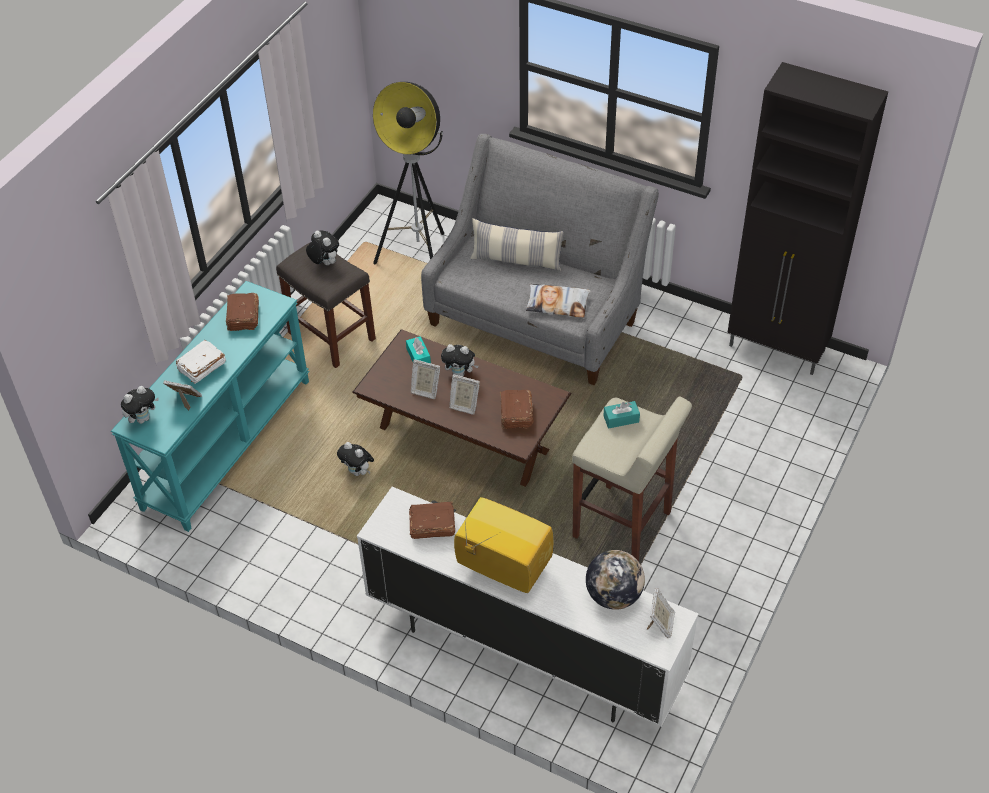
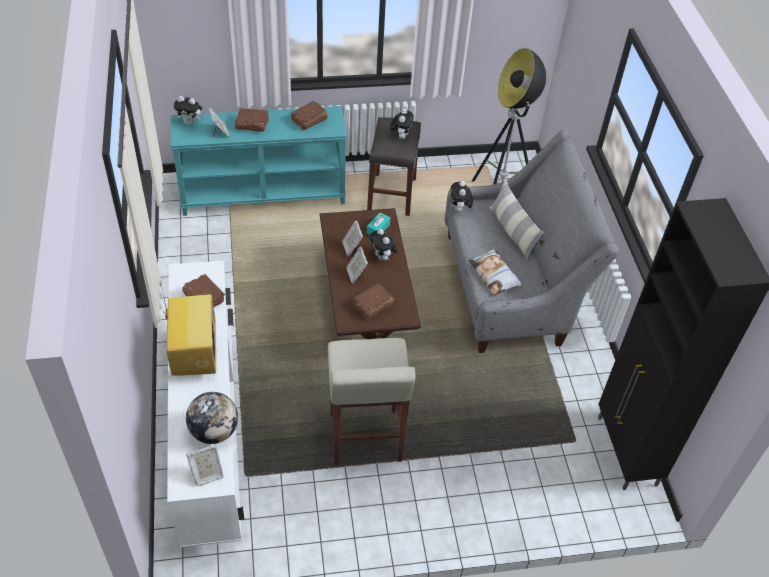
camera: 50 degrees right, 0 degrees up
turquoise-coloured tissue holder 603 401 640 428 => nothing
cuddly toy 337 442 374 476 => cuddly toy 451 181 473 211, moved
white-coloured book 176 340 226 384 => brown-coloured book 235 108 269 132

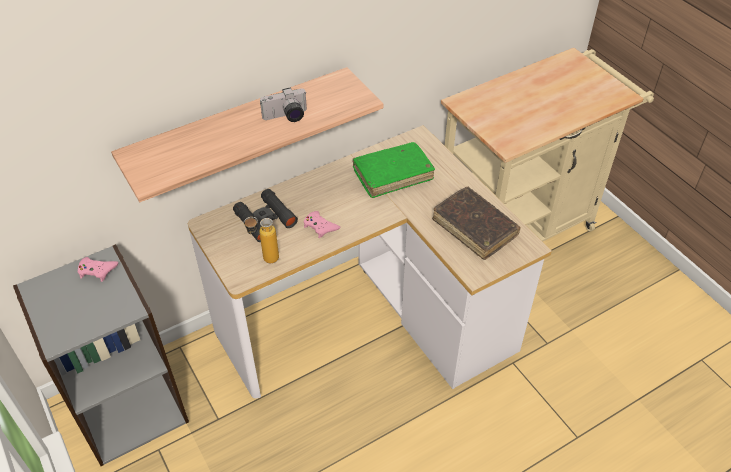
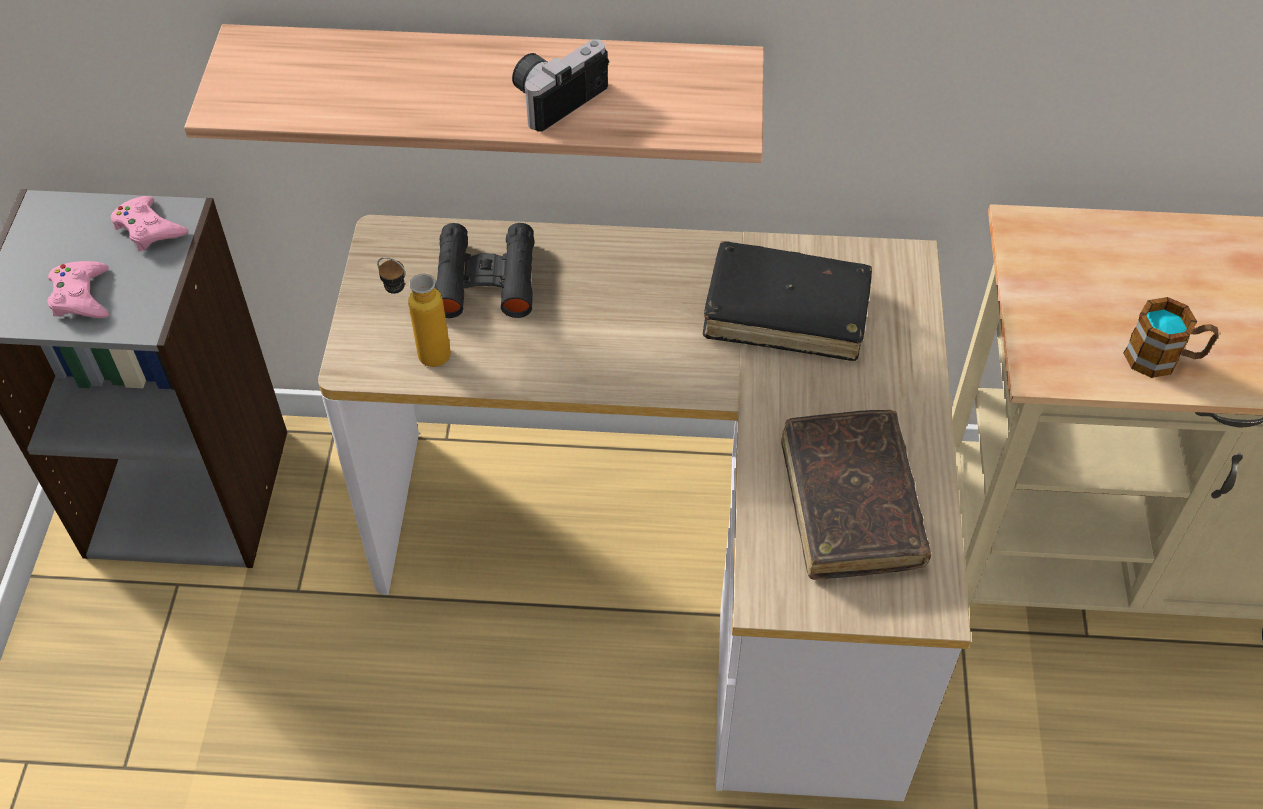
camera: 35 degrees right, 5 degrees up
nothing => tea mug 1123 297 1218 378
pinkish game controller 304 211 340 238 => pinkish game controller 47 261 109 318, moved
green book 353 142 435 198 => black book 703 241 872 361
photo camera 260 87 307 122 => photo camera 512 39 609 132, 120 degrees clockwise

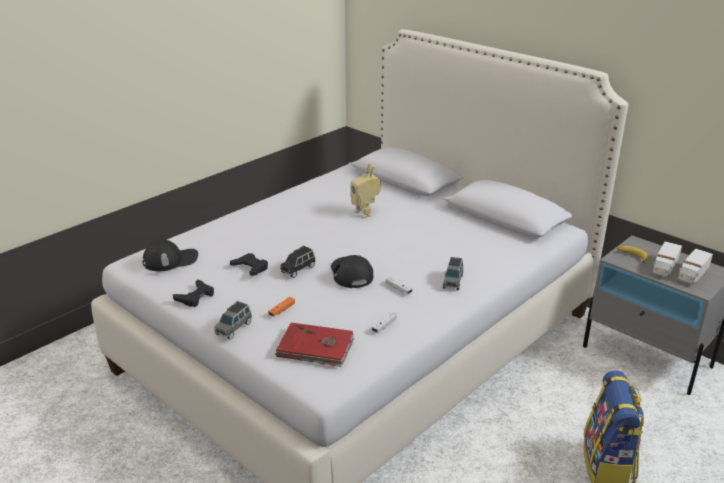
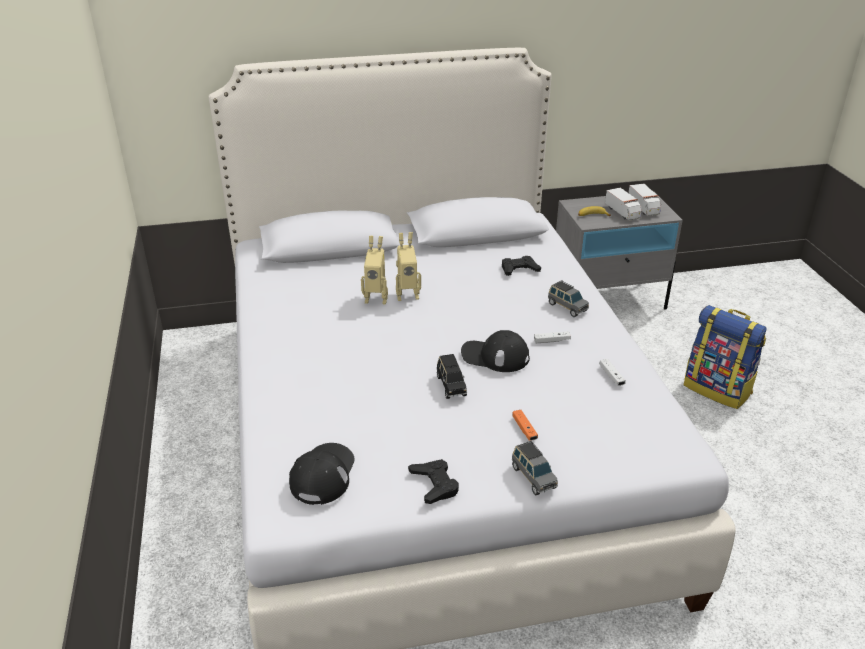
camera: 55 degrees left, 5 degrees up
reddish book 275 323 354 367 => nothing
nothing => robot figure 396 232 421 301
black game controller 230 253 268 276 => black game controller 502 256 541 276, moved

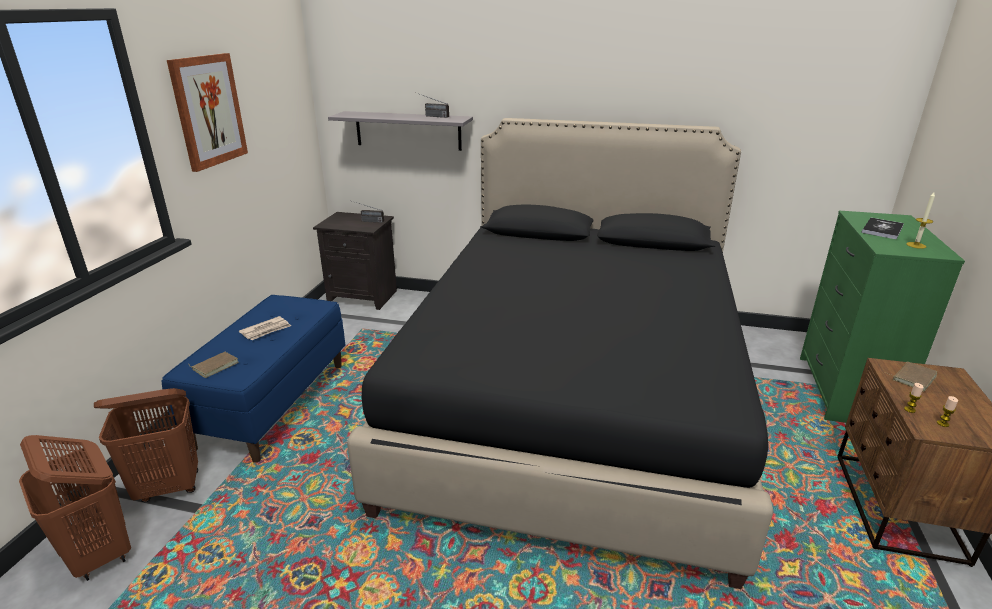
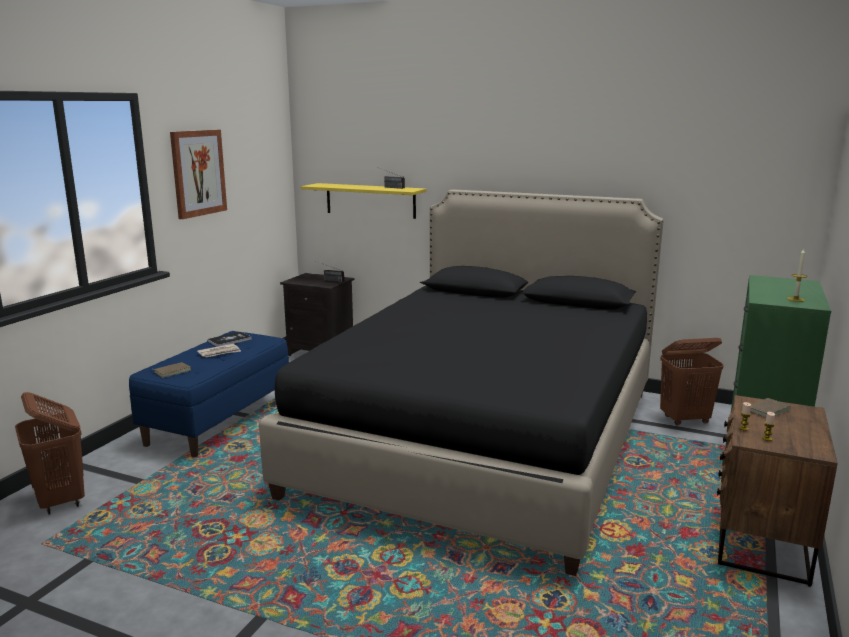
camera: 10 degrees right, 10 degrees down
brown-coloured washing basket 94 388 198 502 => brown-coloured washing basket 660 338 724 425, moved
book 862 218 904 239 => book 207 332 252 347, moved
grey bracket shelf 328 111 473 151 => yellow-coloured bracket shelf 301 183 426 219

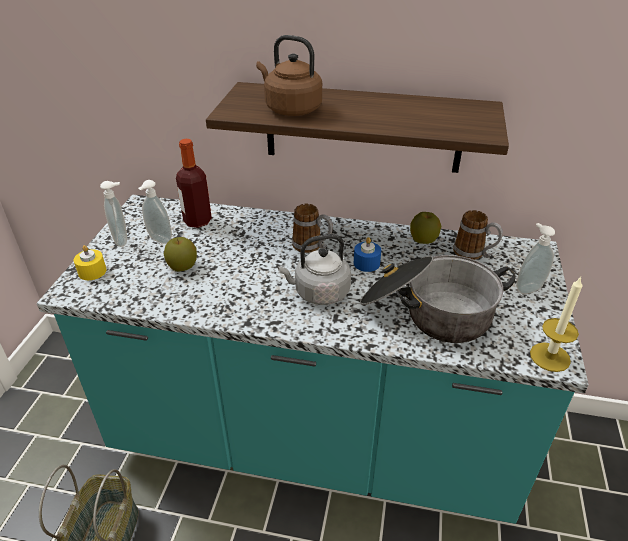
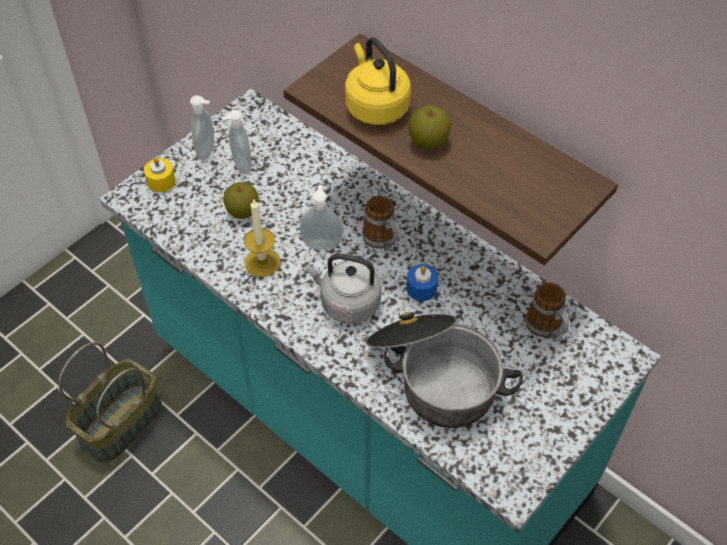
camera: 30 degrees right, 15 degrees up
beverage bottle 176 139 212 228 => nothing
apple 410 212 441 244 => apple 409 105 451 150, moved
liquid soap bottle 516 223 555 294 => liquid soap bottle 300 185 343 250, moved
candle 530 277 582 372 => candle 244 198 280 277, moved
brown-coloured kettle 256 35 322 116 => yellow-coloured kettle 345 37 411 125

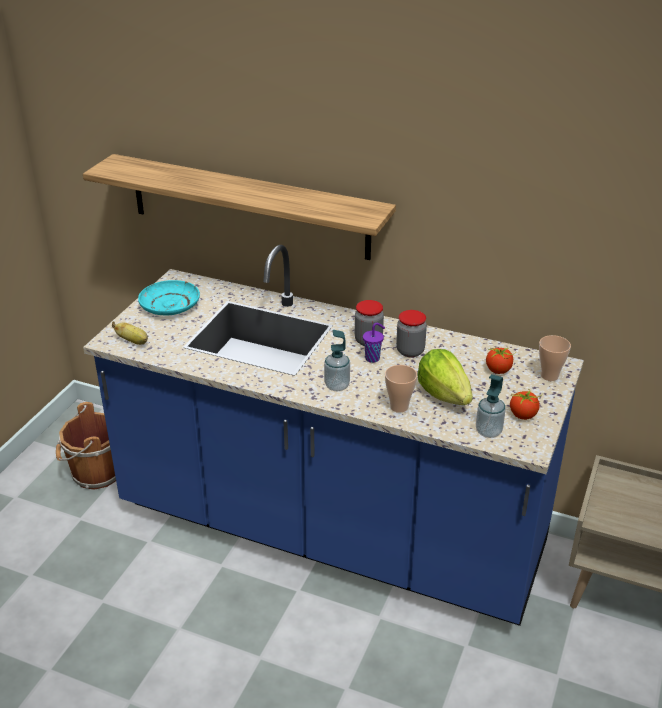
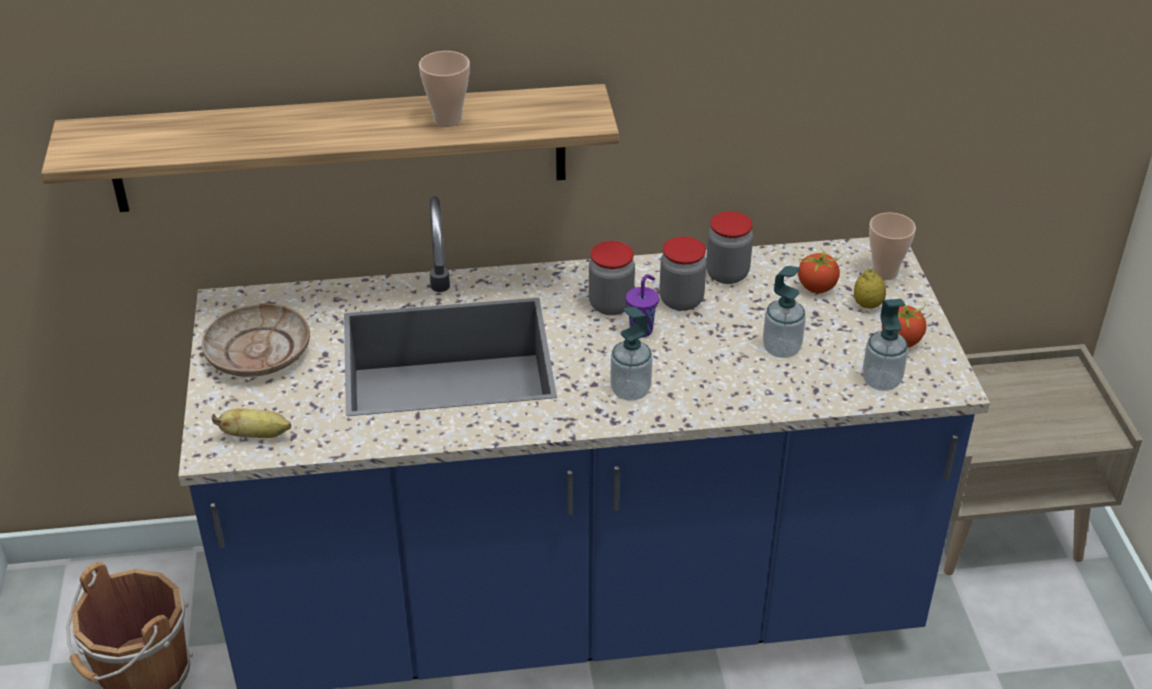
camera: 30 degrees left, 5 degrees up
nothing => jar 706 211 753 284
nothing => whole lemon 854 269 886 309
small cup 385 365 417 413 => small cup 419 51 470 127, moved
lettuce 417 349 473 405 => liquid soap bottle 763 266 806 358
turquoise-coloured dinner plate 138 280 200 316 => beige dinner plate 202 303 310 377

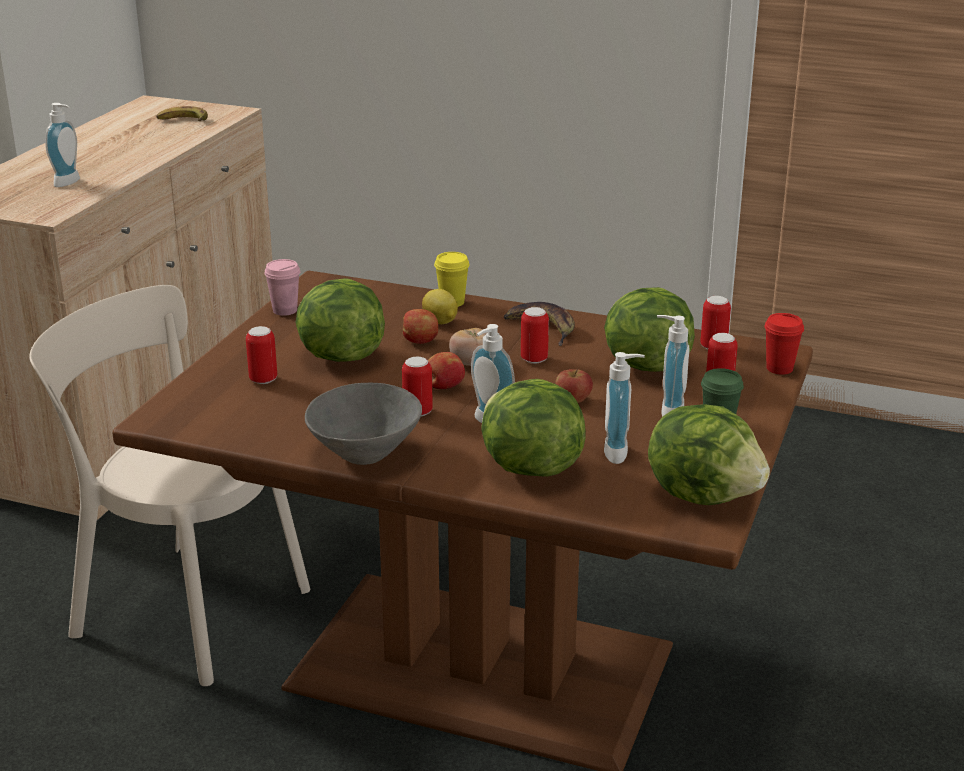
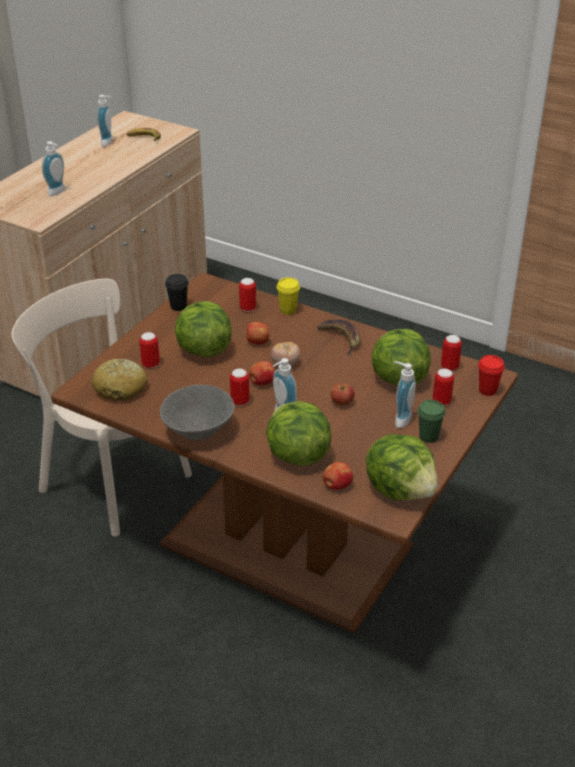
camera: 10 degrees right, 10 degrees up
whole lemon 422 289 458 324 => nothing
nothing => bakery bread 92 359 147 401
nothing => apple 323 462 353 490
metal can 521 307 549 364 => metal can 239 278 256 312, moved
liquid soap bottle 604 352 645 464 => liquid soap bottle 97 95 113 147, moved
pinkish small cup 264 259 300 316 => black small cup 165 274 189 311

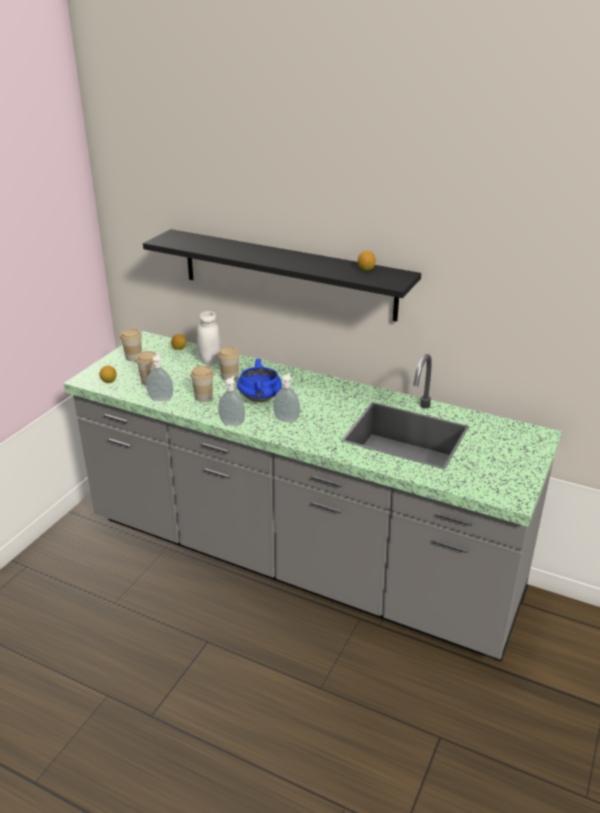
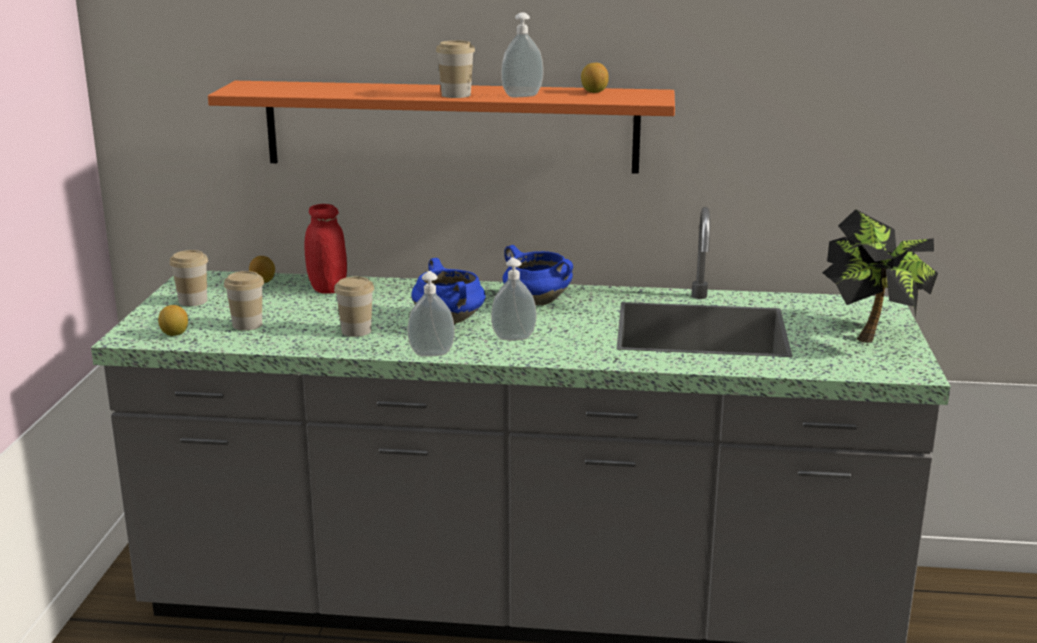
camera: 20 degrees left, 10 degrees down
nothing => blue cooking pot 503 245 573 305
nothing => houseplant 822 209 938 343
liquid soap bottle 146 354 173 401 => liquid soap bottle 501 12 544 97, moved
small cup 217 347 240 381 => small cup 436 40 475 98, moved
black bracket shelf 143 229 421 322 => orange bracket shelf 208 81 675 174
white-coloured jar 197 311 221 365 => reddish jar 304 204 347 294

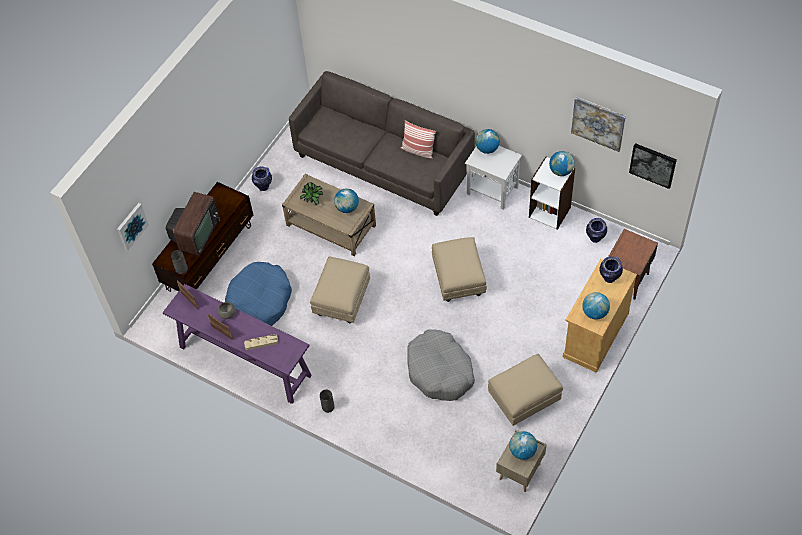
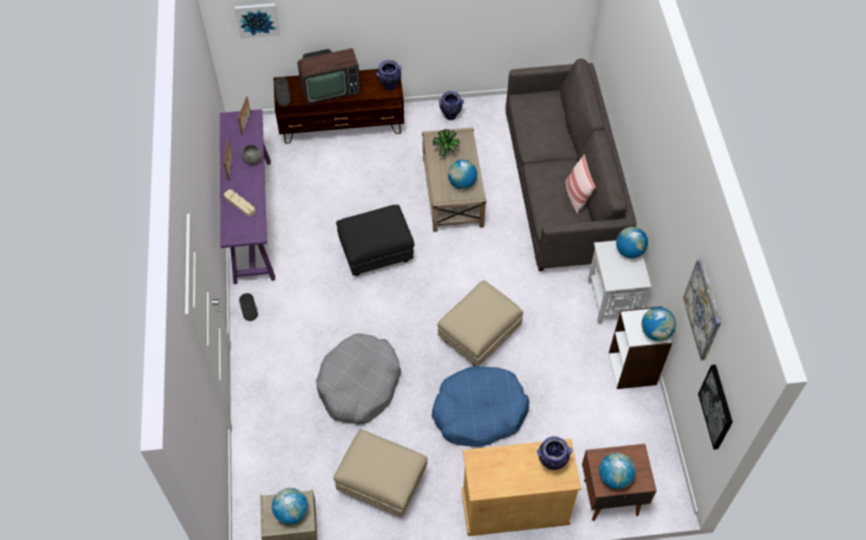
camera: 50 degrees right, 0 degrees up
blue dog bed 225 262 292 326 => blue dog bed 432 366 530 447, moved
globe 582 292 610 320 => globe 599 453 636 489, moved
decorative vase 586 218 607 243 => decorative vase 376 60 402 90, moved
beige ottoman 310 256 370 323 => black ottoman 336 205 414 276

